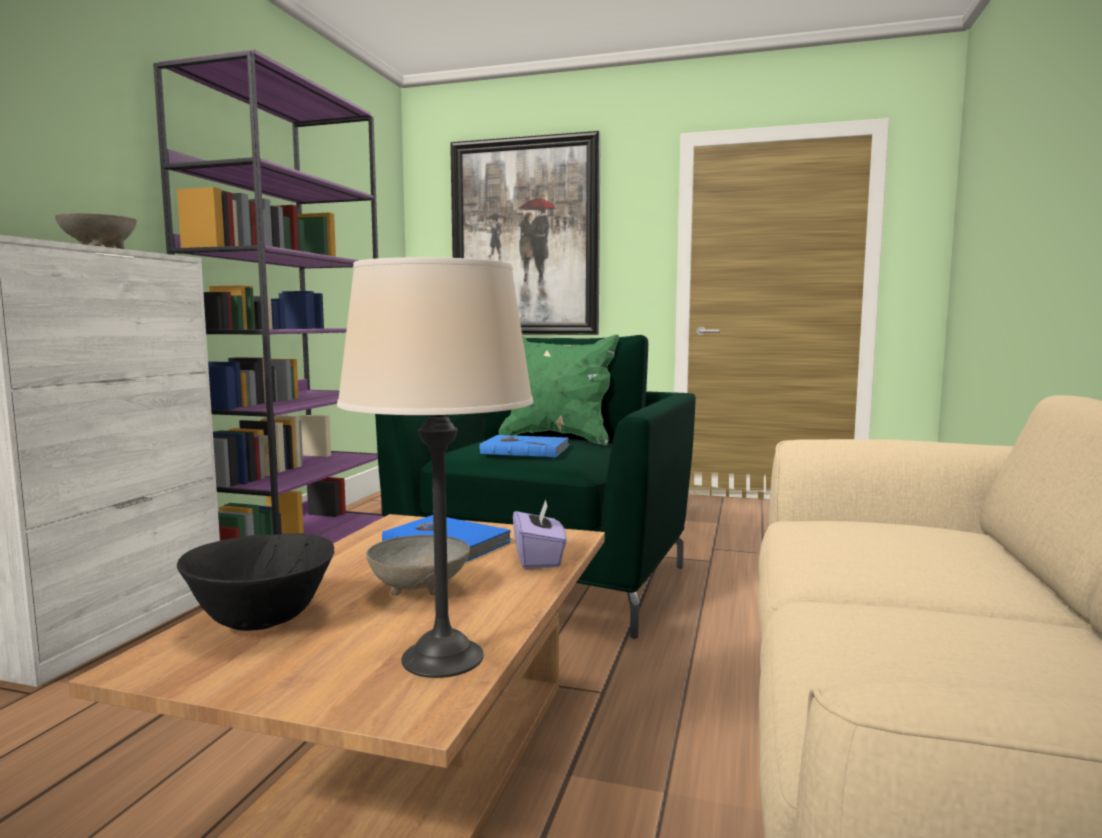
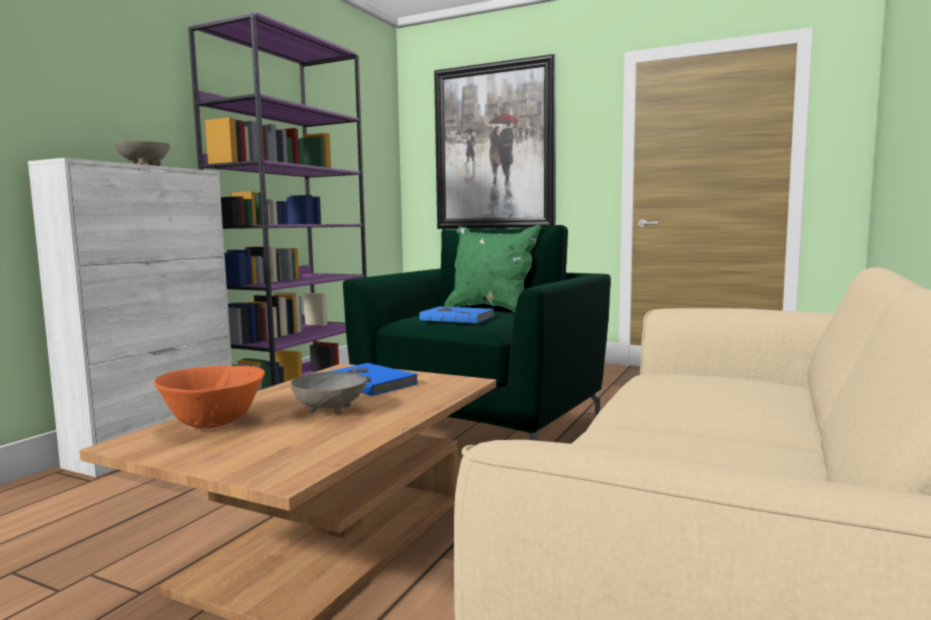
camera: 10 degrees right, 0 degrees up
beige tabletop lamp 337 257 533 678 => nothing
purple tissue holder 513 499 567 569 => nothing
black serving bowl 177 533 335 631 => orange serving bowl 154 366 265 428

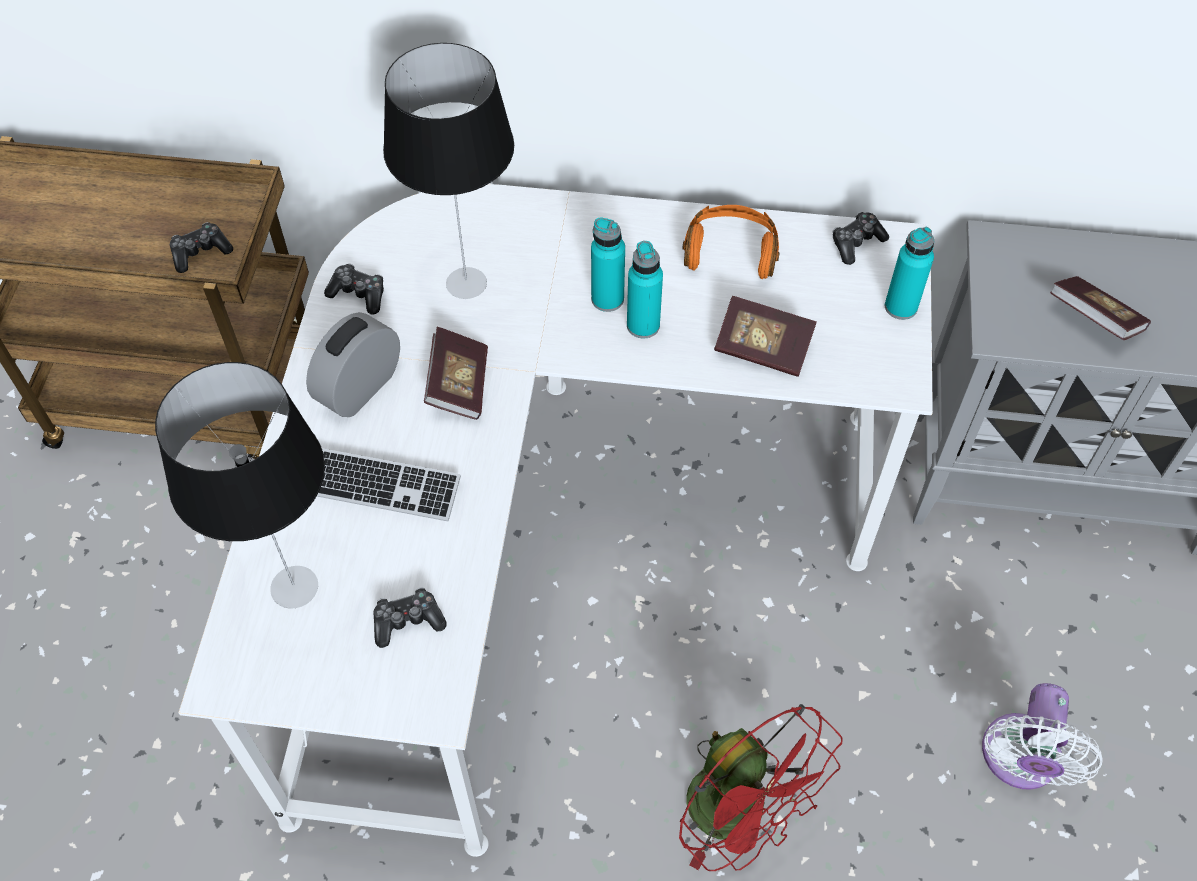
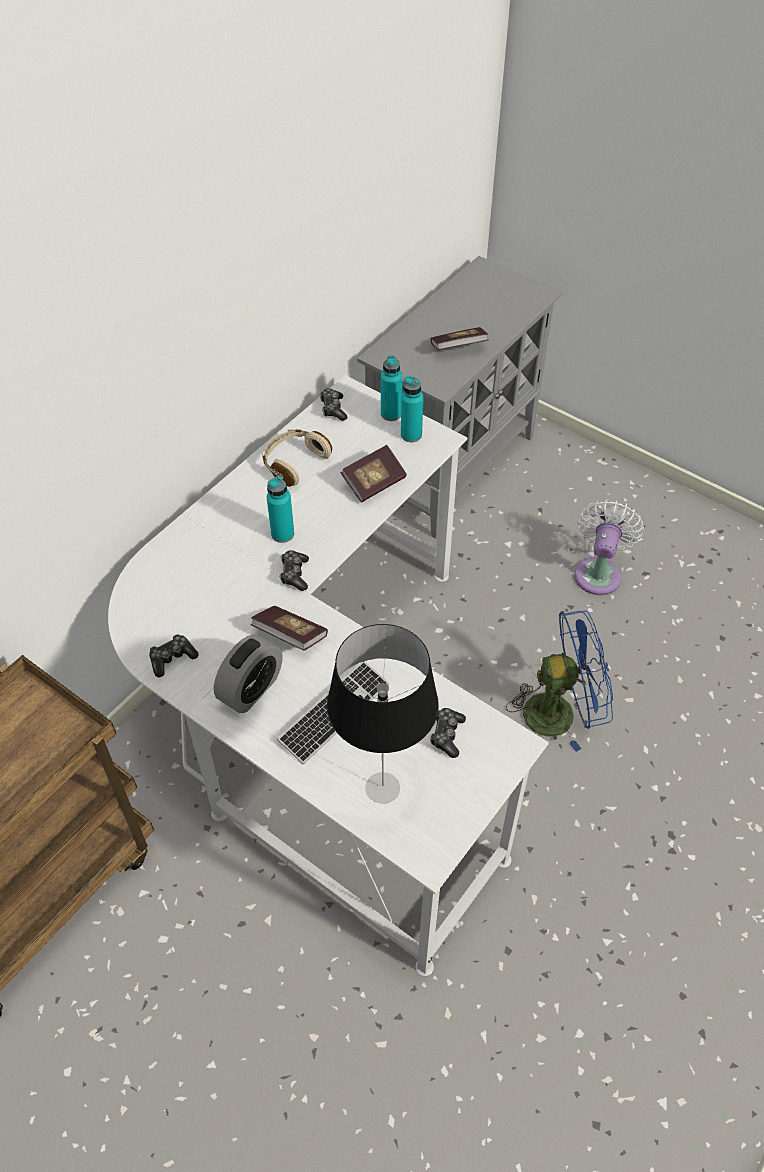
camera: 60 degrees left, 5 degrees down
tabletop lamp 383 43 514 299 => nothing
game controller 170 222 233 273 => game controller 279 550 309 591, moved
turquoise-coloured beverage bottle 627 241 663 338 => turquoise-coloured beverage bottle 401 376 424 442, moved
reddish electric fan 679 704 842 871 => blue electric fan 506 610 613 752
orange pair of headphones 682 205 779 279 => beige pair of headphones 262 429 332 487
table clock 306 312 400 417 => table clock 214 634 283 713, 120 degrees counterclockwise
white-coloured electric fan 982 683 1103 790 => white-coloured electric fan 574 499 644 595, 120 degrees counterclockwise

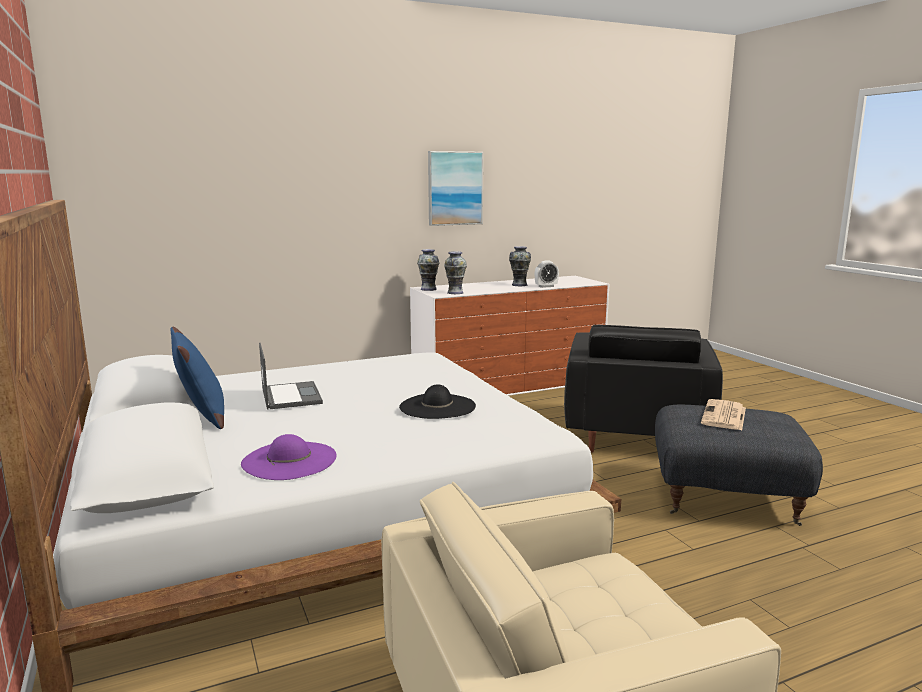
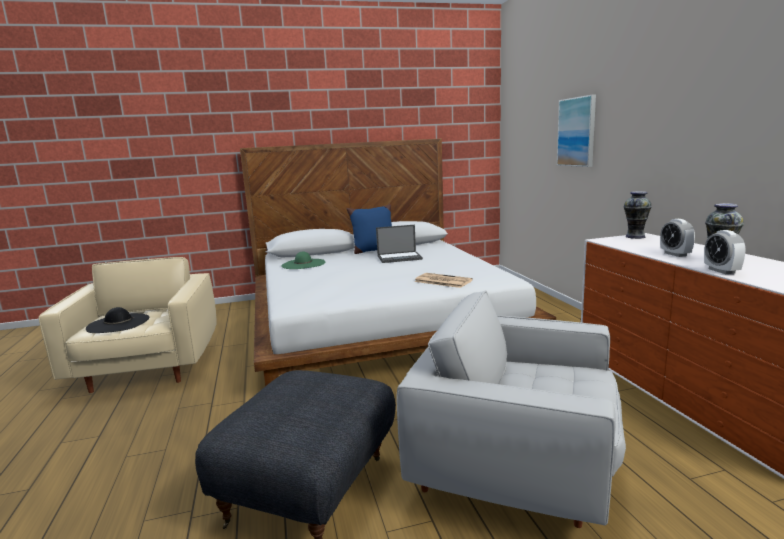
camera: 100 degrees right, 0 degrees up
decorative vase 444 251 467 294 => nothing
nothing => table clock 660 219 695 257
black hat 399 384 476 419 => black hat 86 307 149 333, moved
picture 428 151 483 226 => picture 557 94 596 167, moved
newspaper 701 399 746 430 => newspaper 414 273 473 288, moved
purple hat 241 434 337 480 => green hat 281 251 326 269
black easy chair 564 325 723 453 => white-coloured easy chair 396 290 626 528

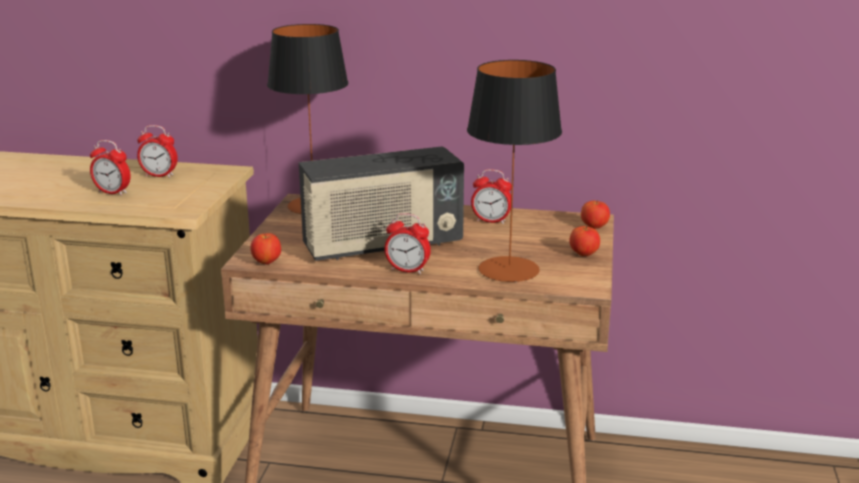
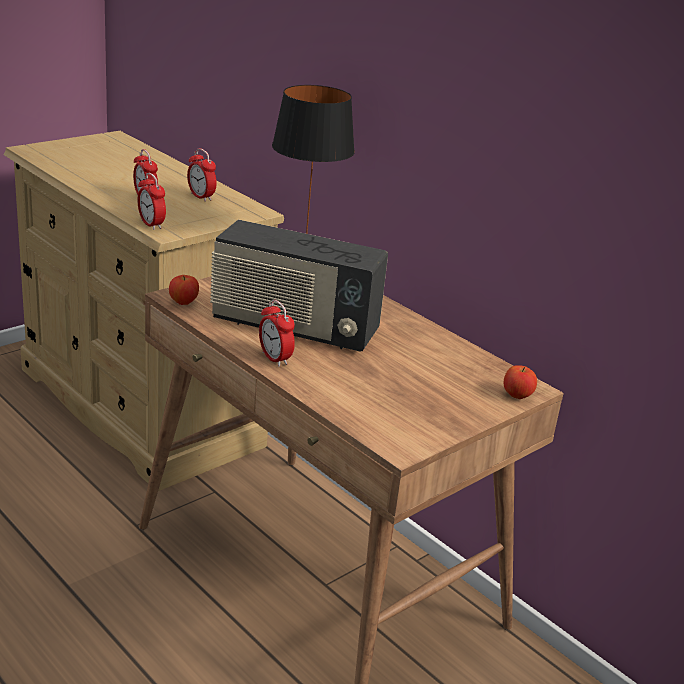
camera: 35 degrees right, 5 degrees up
tabletop lamp 467 60 562 282 => nothing
apple 569 226 600 256 => nothing
table clock 471 169 512 224 => table clock 138 173 166 230, moved

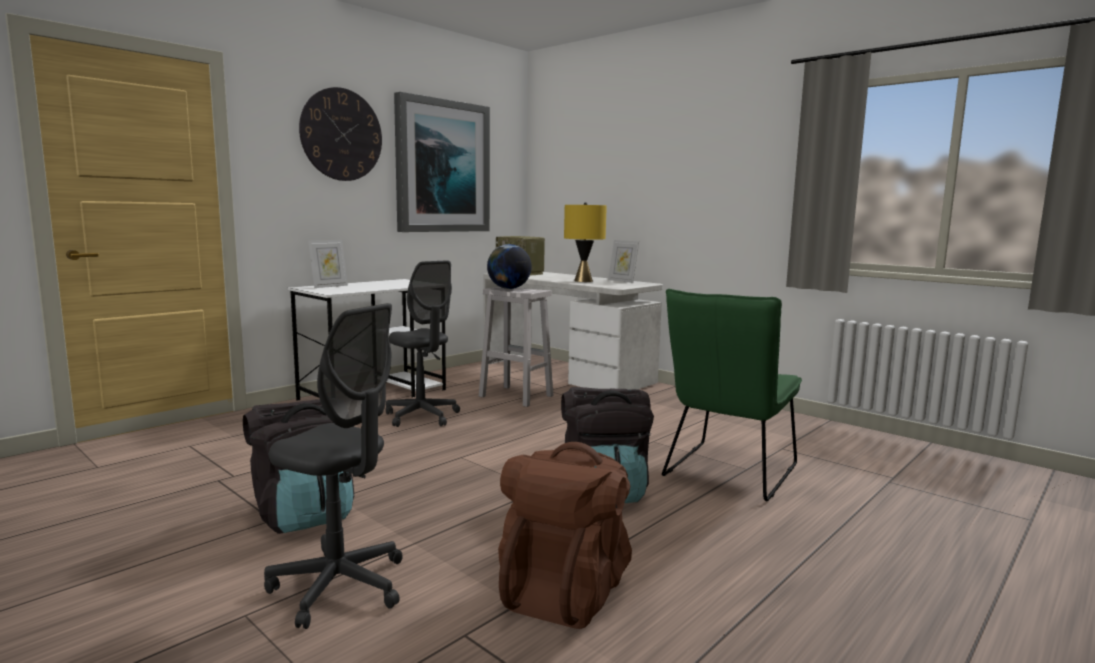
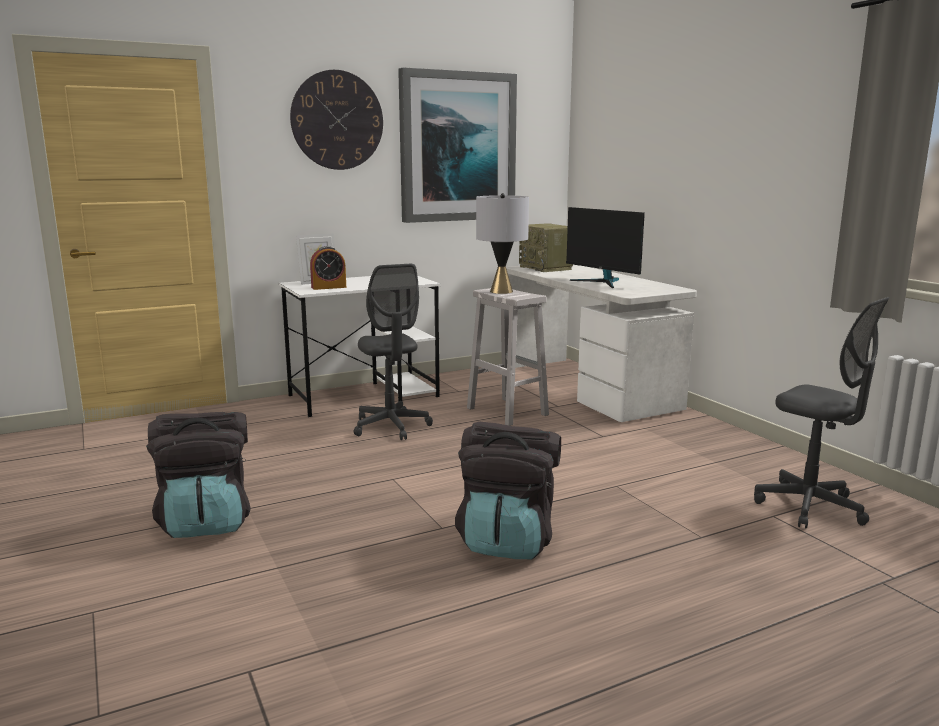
camera: 20 degrees right, 5 degrees up
brown-coloured backpack 498 442 632 629 => nothing
standing frame 608 240 639 283 => nothing
green plain chair 662 289 802 501 => nothing
nothing => table clock 310 246 346 290
grey computer chair 264 303 403 629 => grey computer chair 754 297 890 529, moved
globe 487 244 532 289 => grey tabletop lamp 476 193 529 294
yellow-coloured tabletop lamp 564 202 607 282 => computer screen 566 207 645 288

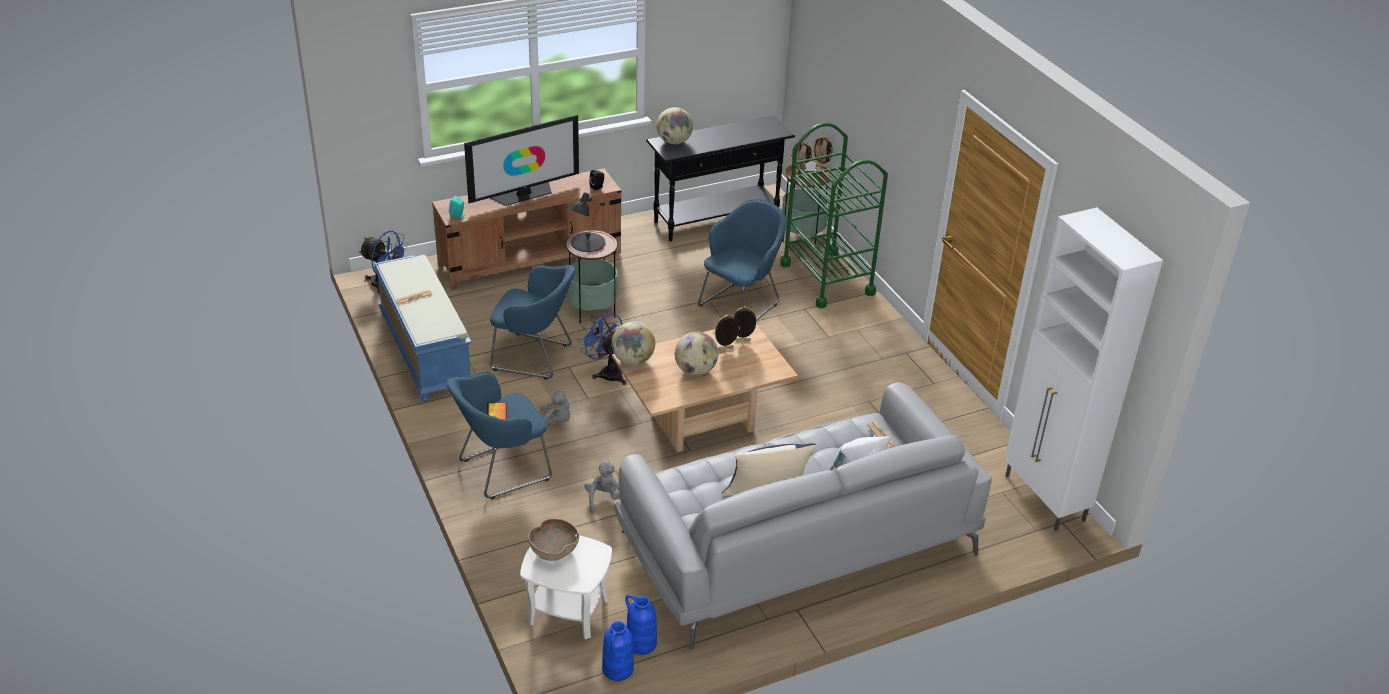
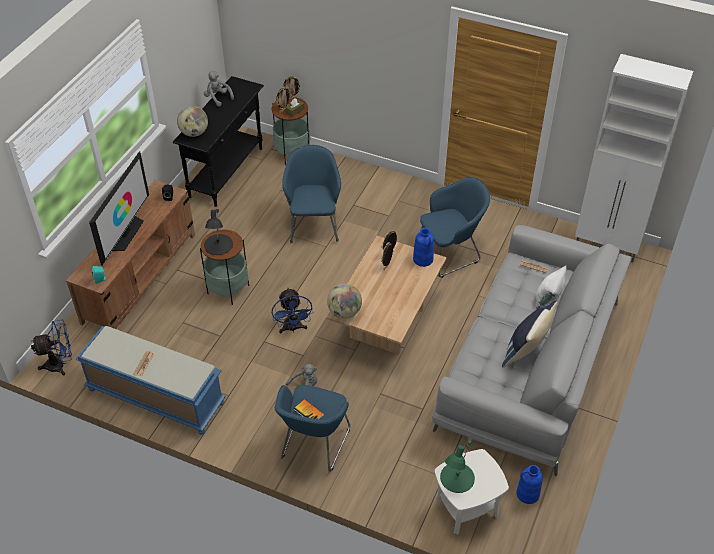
camera: 40 degrees left, 10 degrees up
globe 675 332 718 376 => nothing
green cart 780 122 888 308 => nothing
blue easy chair 490 265 575 380 => blue easy chair 420 177 490 278, moved
grey cuddly toy 585 460 620 514 => grey cuddly toy 204 71 234 107, moved
blue decorative vase 602 621 634 681 => blue decorative vase 413 228 434 267, moved
brown-coloured serving bowl 528 518 579 561 => green tabletop lamp 440 440 475 493
blue electric fan 578 310 626 385 => blue electric fan 272 288 313 333, 105 degrees counterclockwise

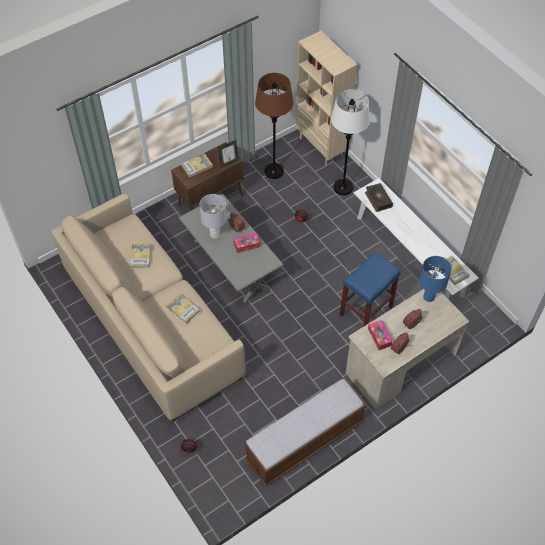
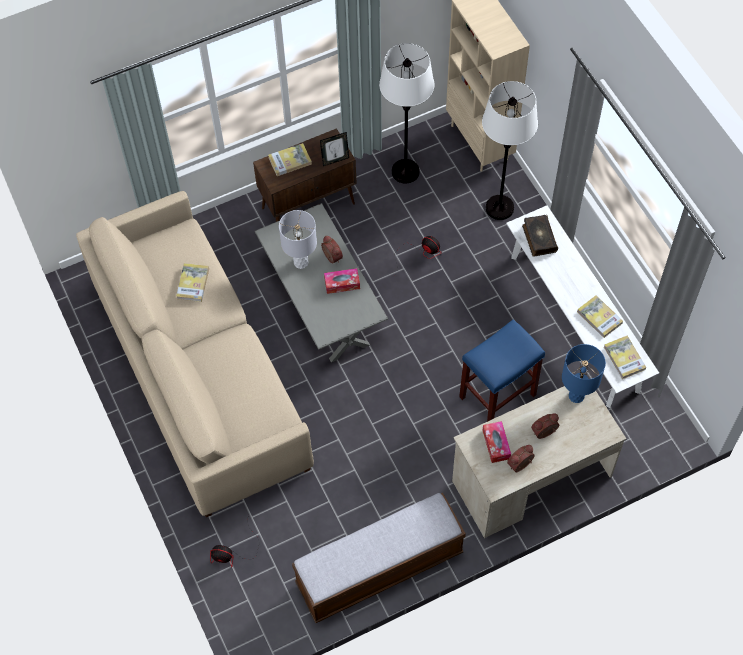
camera: 10 degrees right, 5 degrees up
book 166 293 200 324 => book 577 295 623 338, moved
brown-coloured standing lamp 255 73 294 179 => white-coloured standing lamp 379 43 434 183

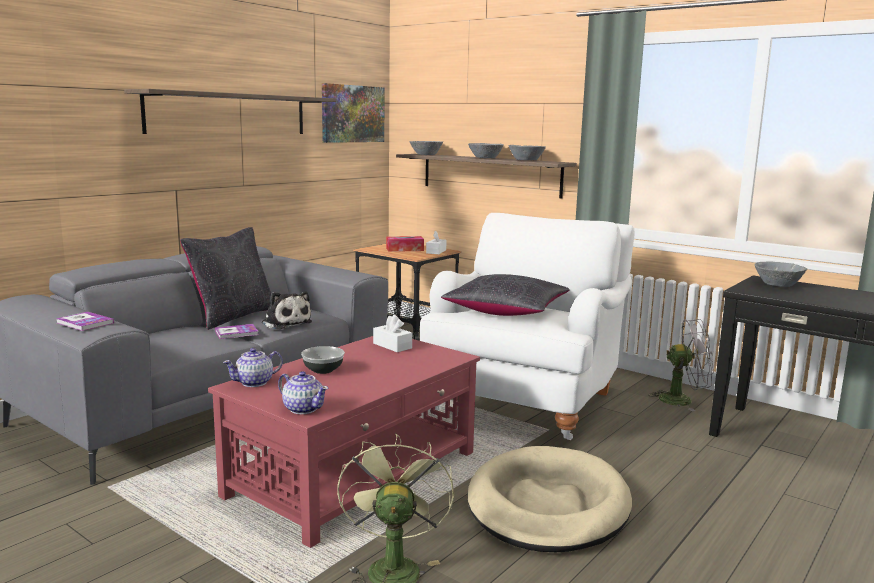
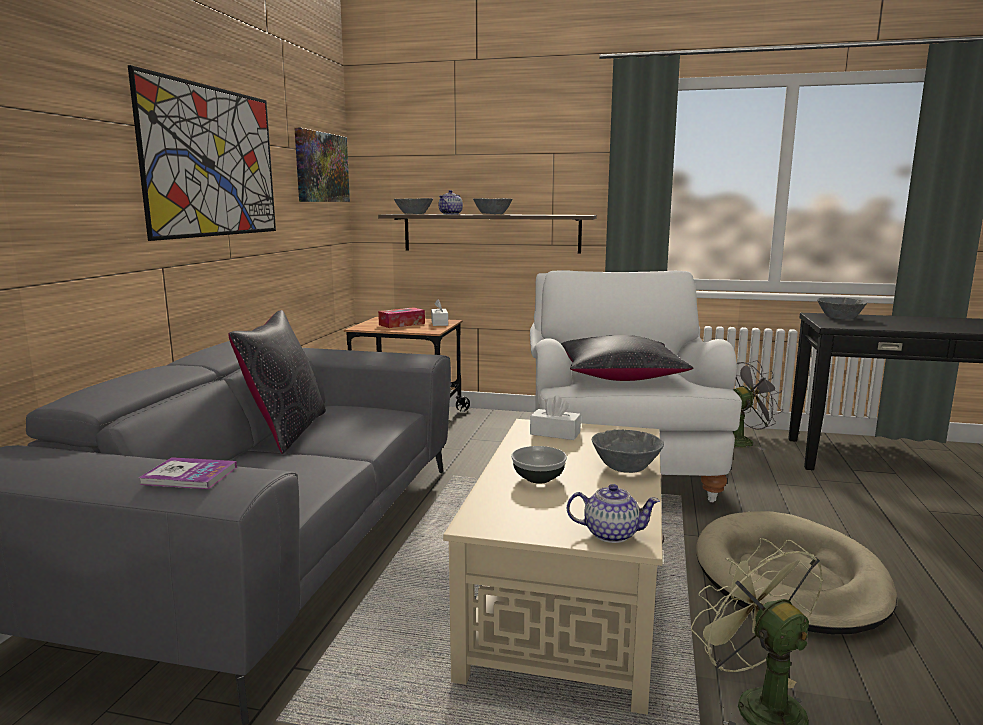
camera: 25 degrees left, 0 degrees up
book 215 324 258 339 => nothing
cuddly toy 262 291 312 330 => nothing
tea pot 223 348 283 387 => tea pot 438 190 463 215, moved
grey serving bowl 508 145 546 160 => grey serving bowl 592 429 664 473, moved
bracket shelf 124 89 336 134 => picture 128 65 276 241
reddish low table 208 336 480 548 => beige low table 443 419 664 715

